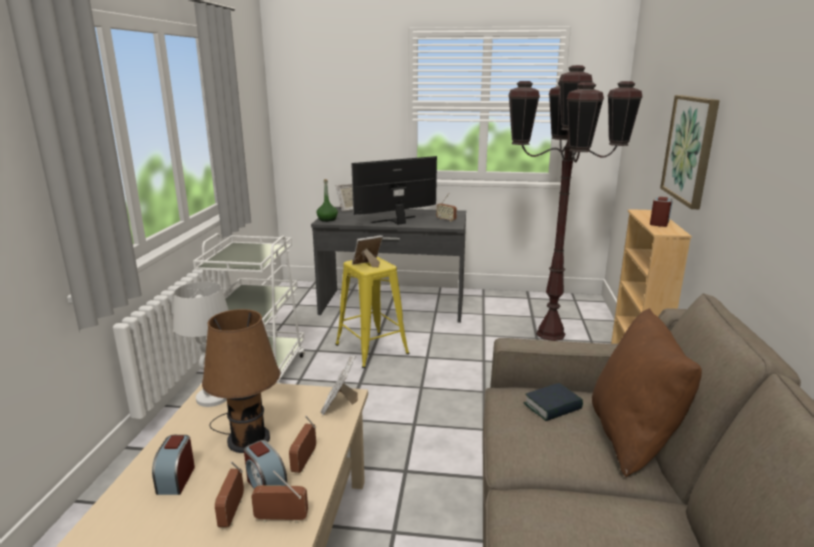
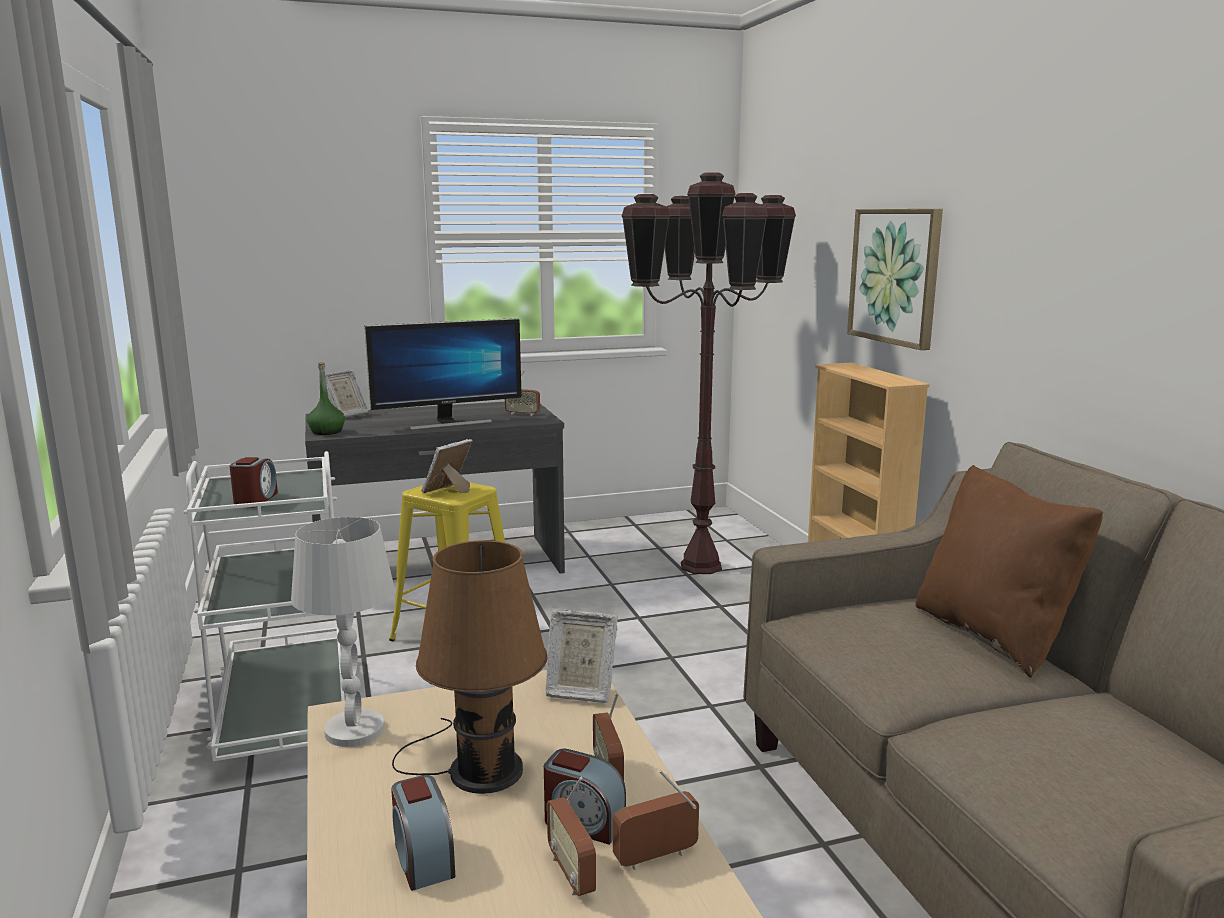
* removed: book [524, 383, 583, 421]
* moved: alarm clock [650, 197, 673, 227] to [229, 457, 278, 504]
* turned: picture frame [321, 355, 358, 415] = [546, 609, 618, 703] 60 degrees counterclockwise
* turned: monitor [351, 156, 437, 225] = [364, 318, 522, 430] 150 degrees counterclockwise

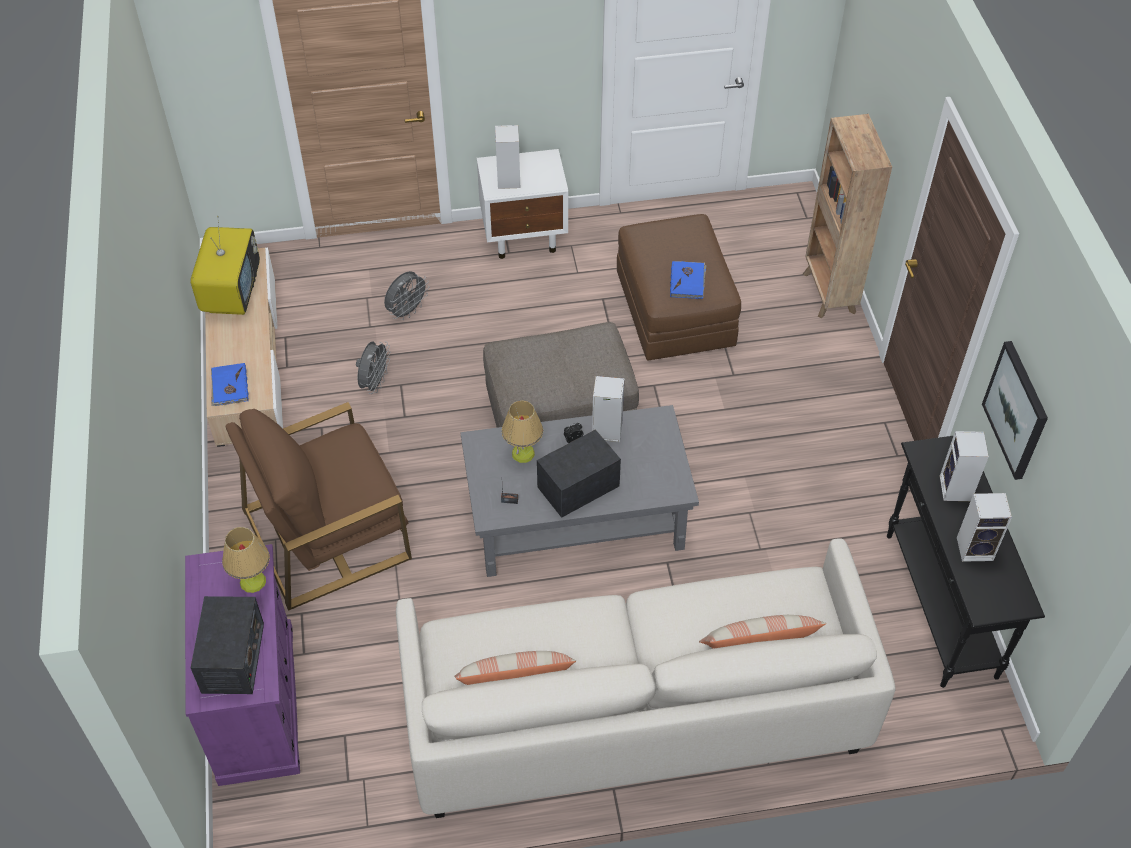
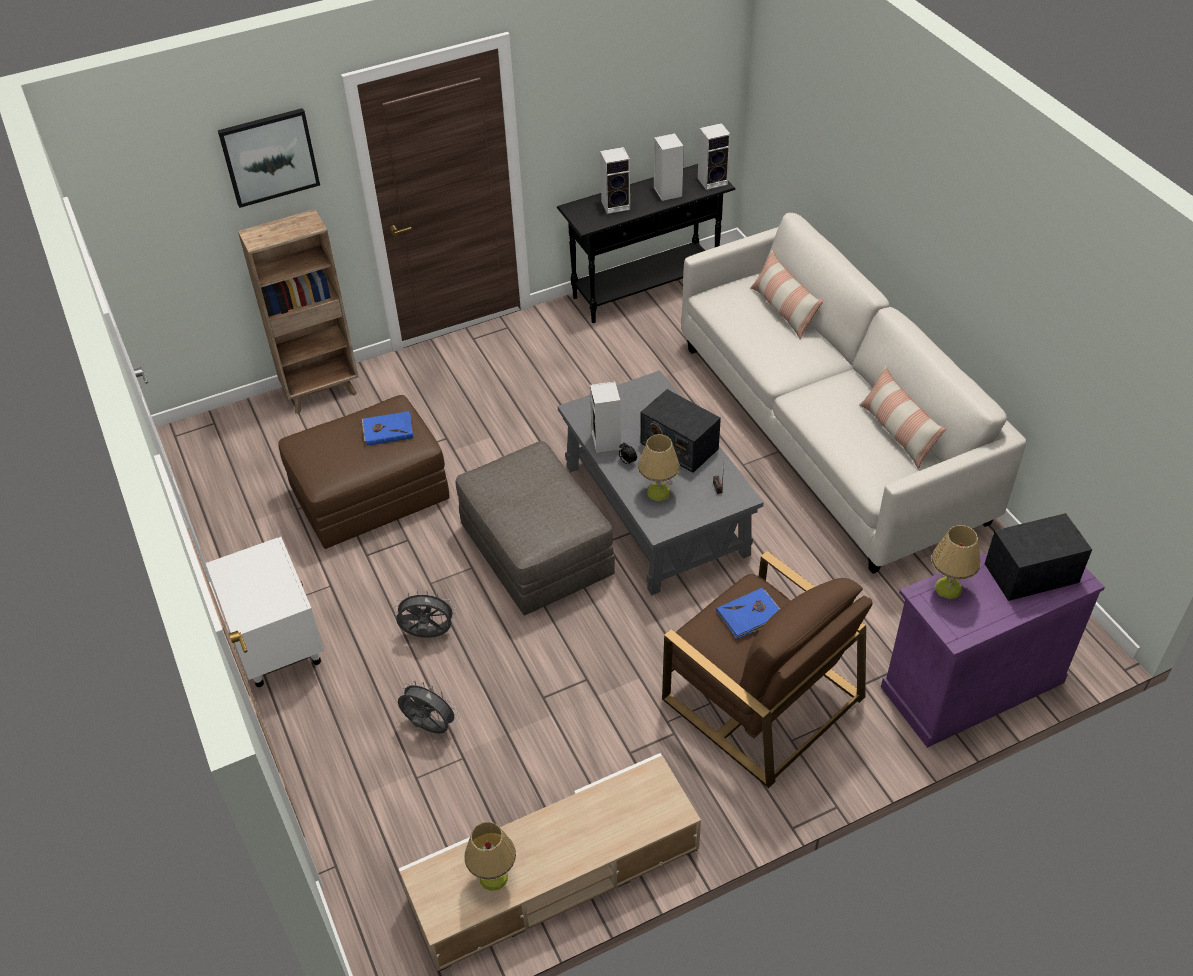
* moved: book (blue) [211, 363, 249, 406] to [716, 588, 780, 639]
* moved: fan (grey) [356, 341, 391, 394] to [394, 590, 457, 638]
* moved: speaker [495, 125, 520, 189] to [698, 123, 731, 190]
* moved: picture [982, 341, 1048, 480] to [218, 108, 320, 208]
* replaced: television [190, 216, 260, 315] to table lamp [464, 822, 516, 891]

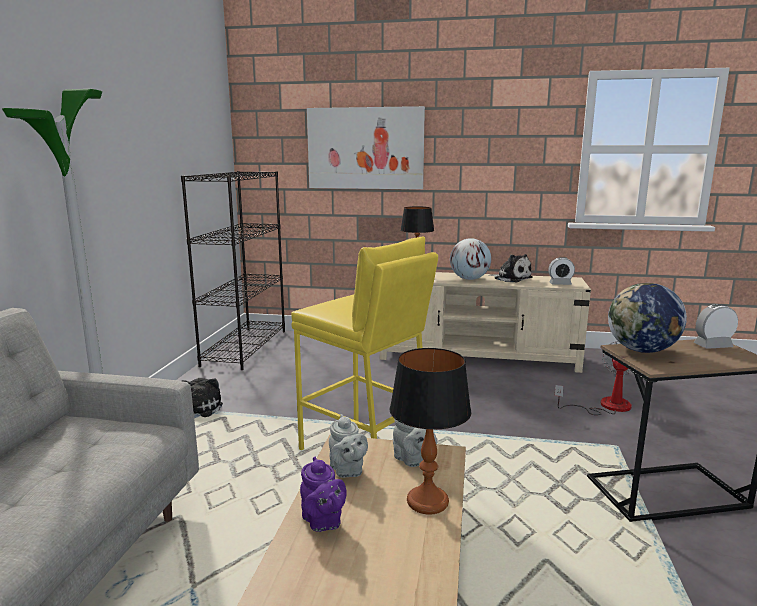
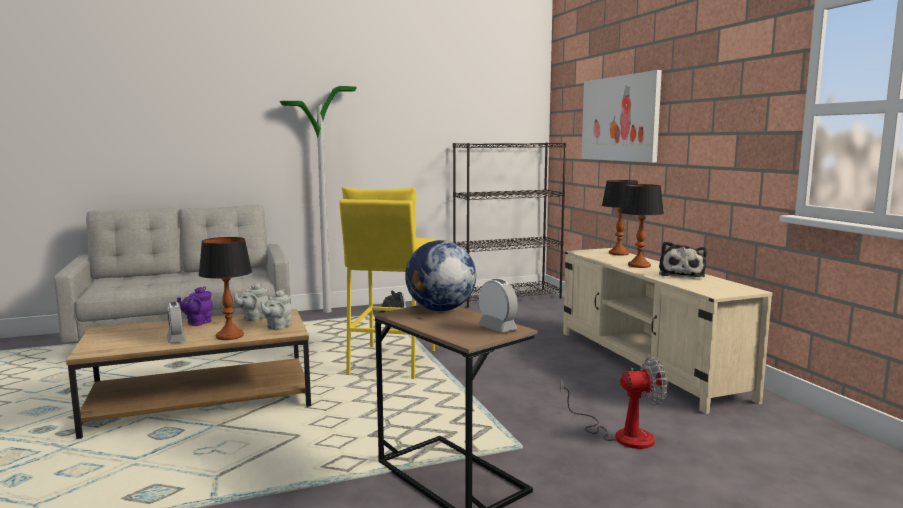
* moved: alarm clock [548, 257, 575, 285] to [167, 302, 187, 343]
* replaced: globe [450, 238, 491, 280] to table lamp [621, 184, 664, 268]

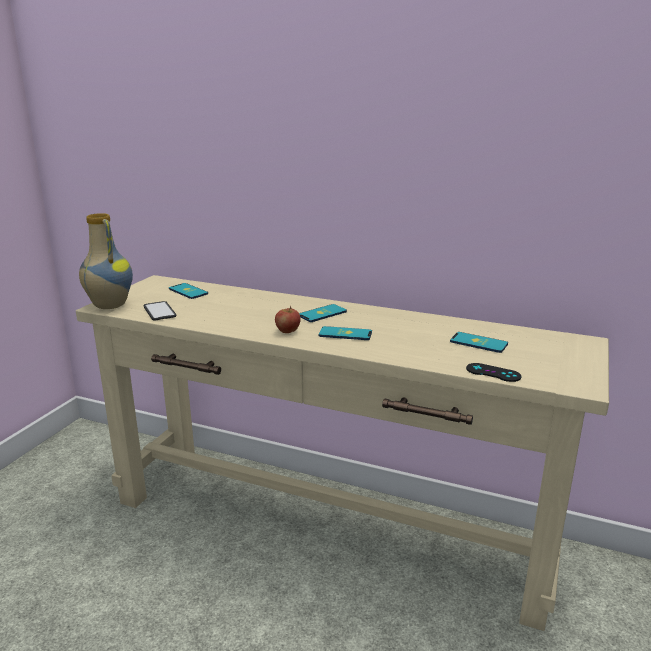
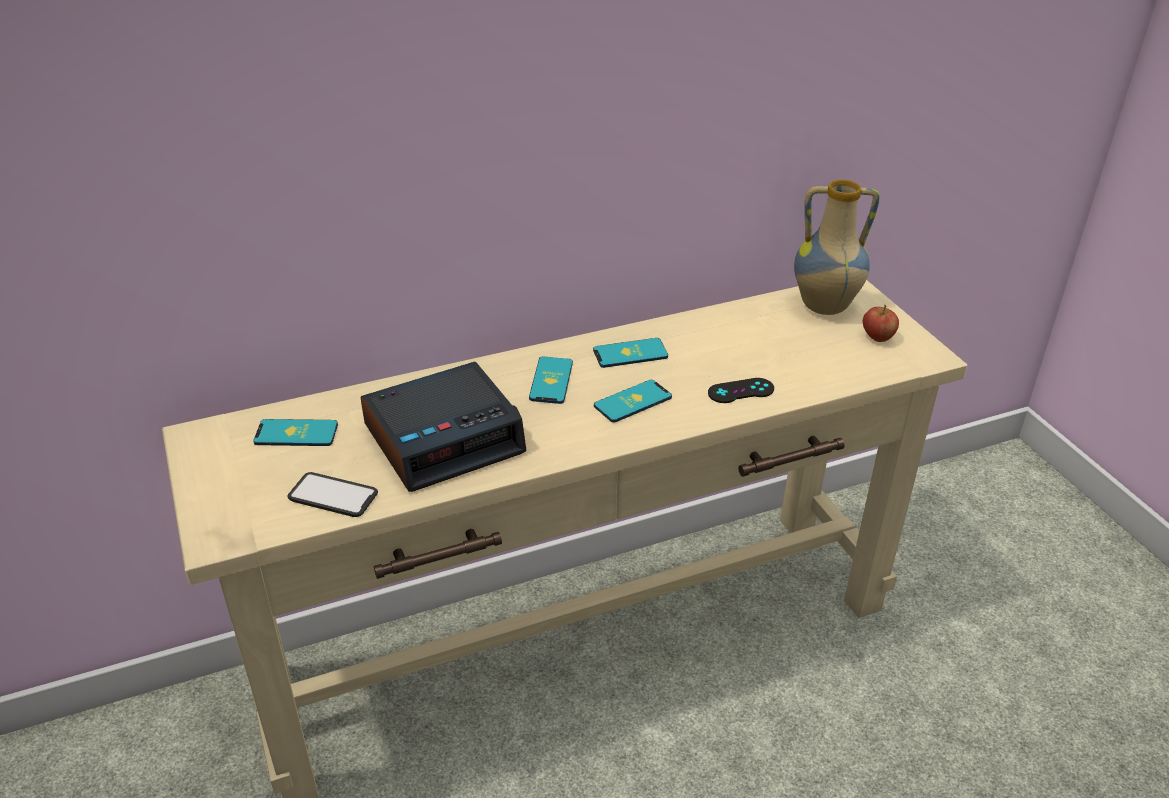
* added: alarm clock [361, 362, 527, 492]
* moved: vase [79, 213, 133, 309] to [794, 179, 880, 315]
* moved: apple [275, 306, 301, 333] to [863, 304, 899, 342]
* moved: phone [450, 332, 508, 353] to [593, 338, 668, 368]
* moved: game controller (black) [466, 363, 522, 382] to [708, 378, 774, 403]

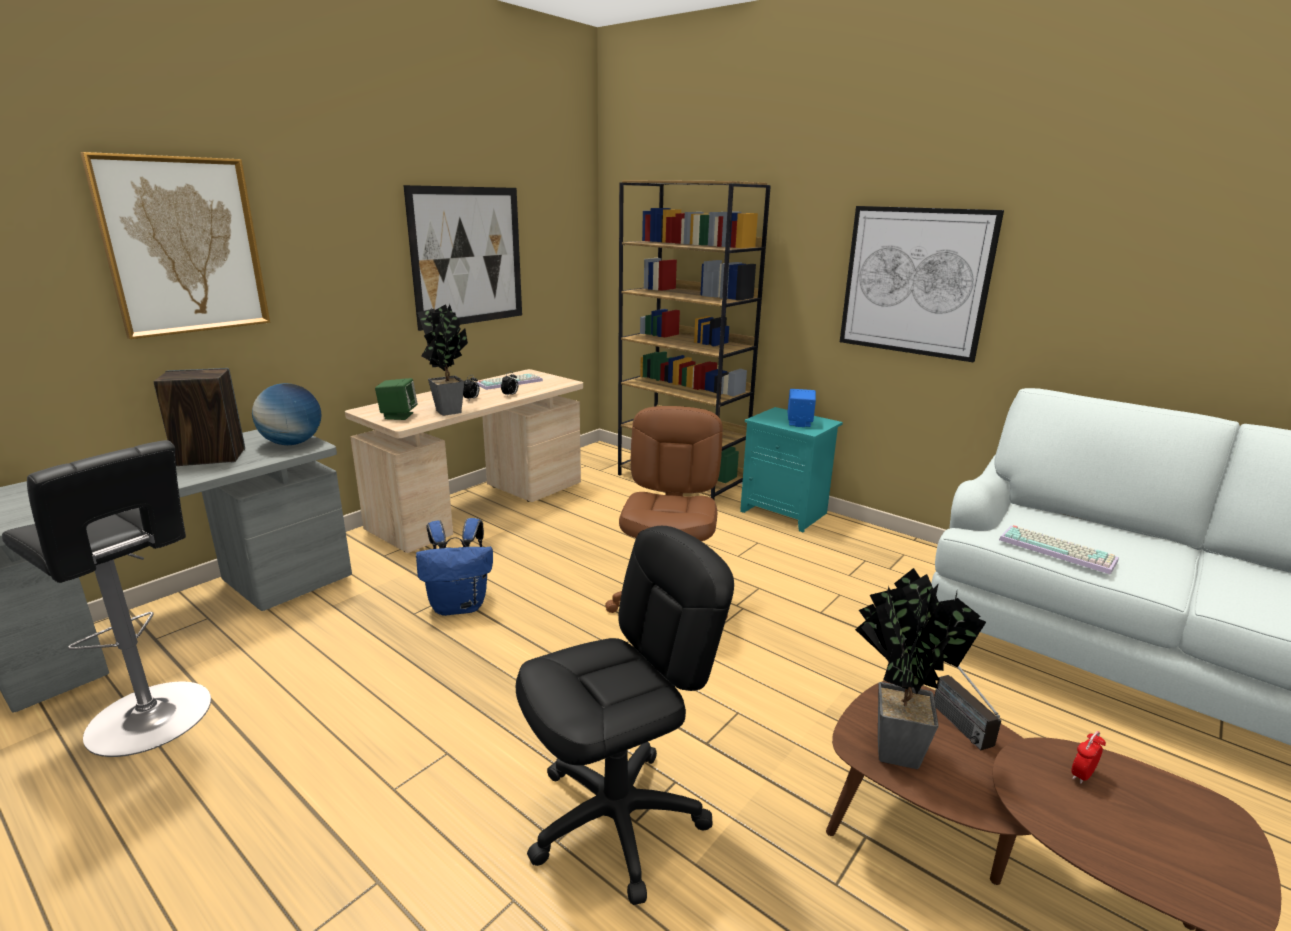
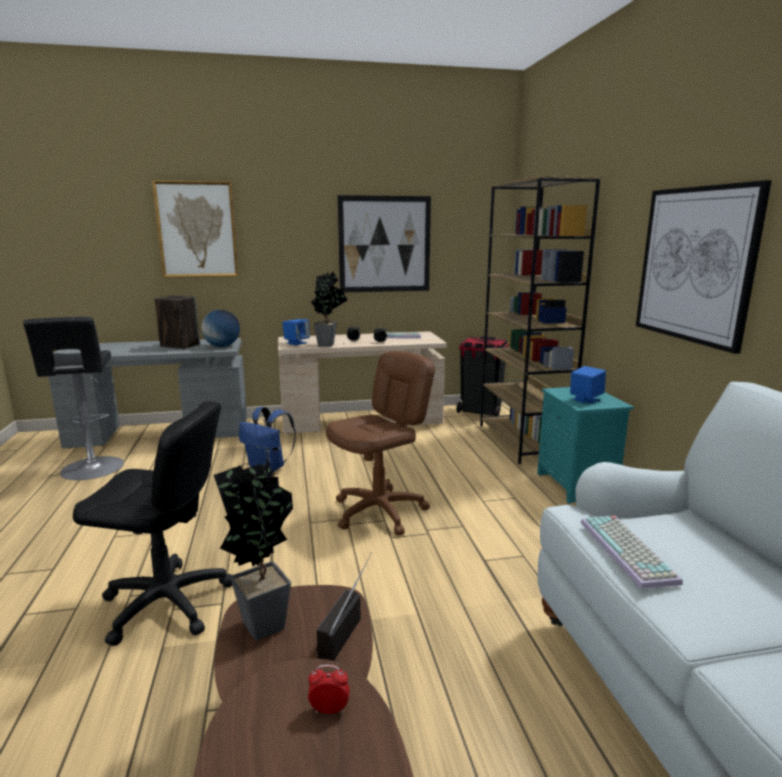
* added: trash can (black) [456, 336, 508, 416]
* recoloured: speaker (green) [375, 378, 418, 420] to speaker (blue) [282, 319, 310, 345]

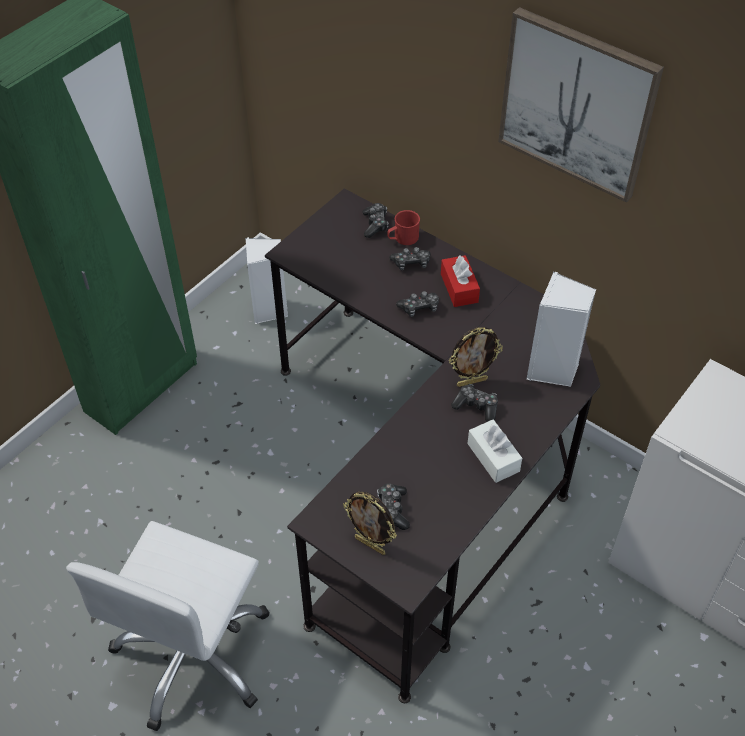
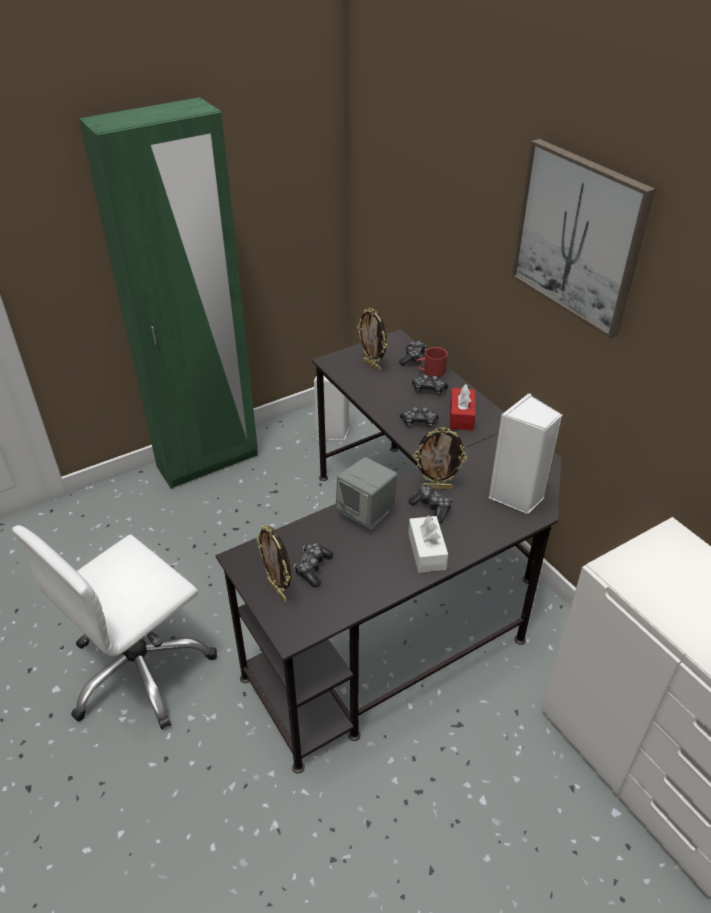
* added: speaker (grey) [336, 457, 397, 531]
* added: picture frame [357, 308, 387, 371]

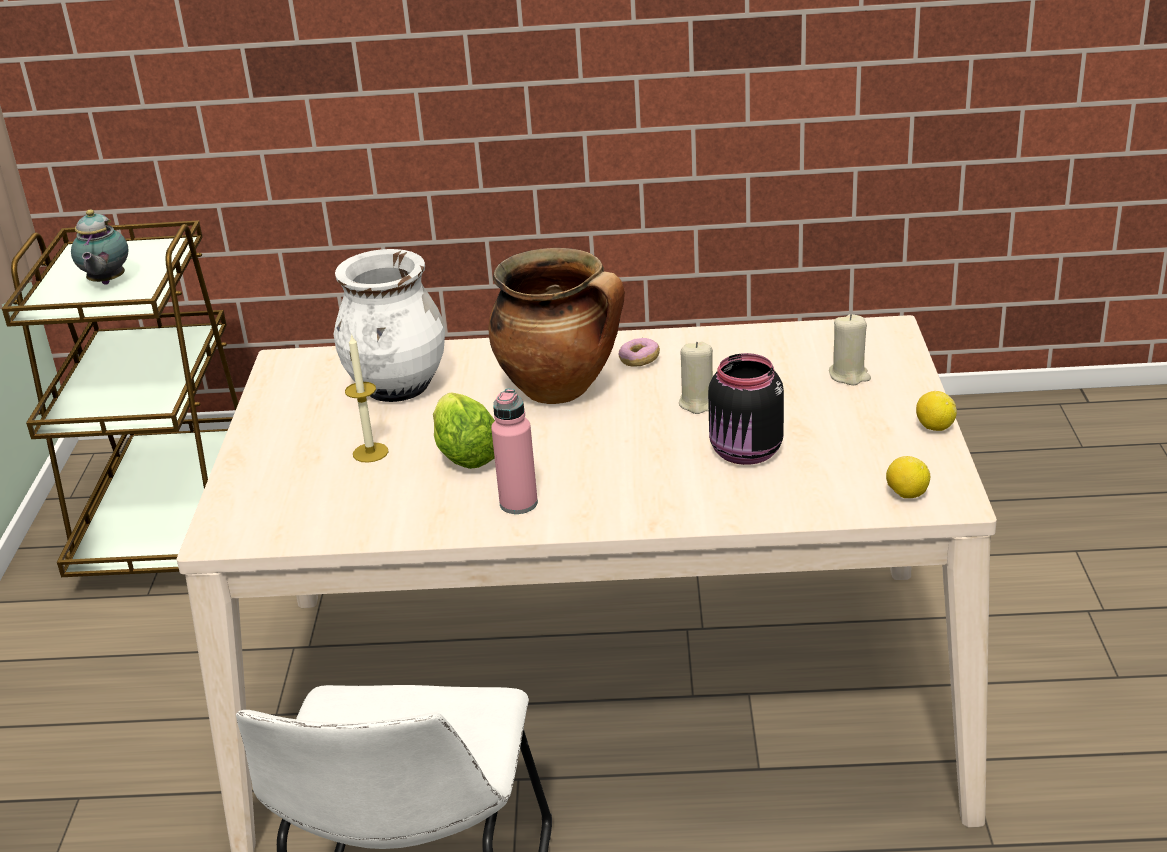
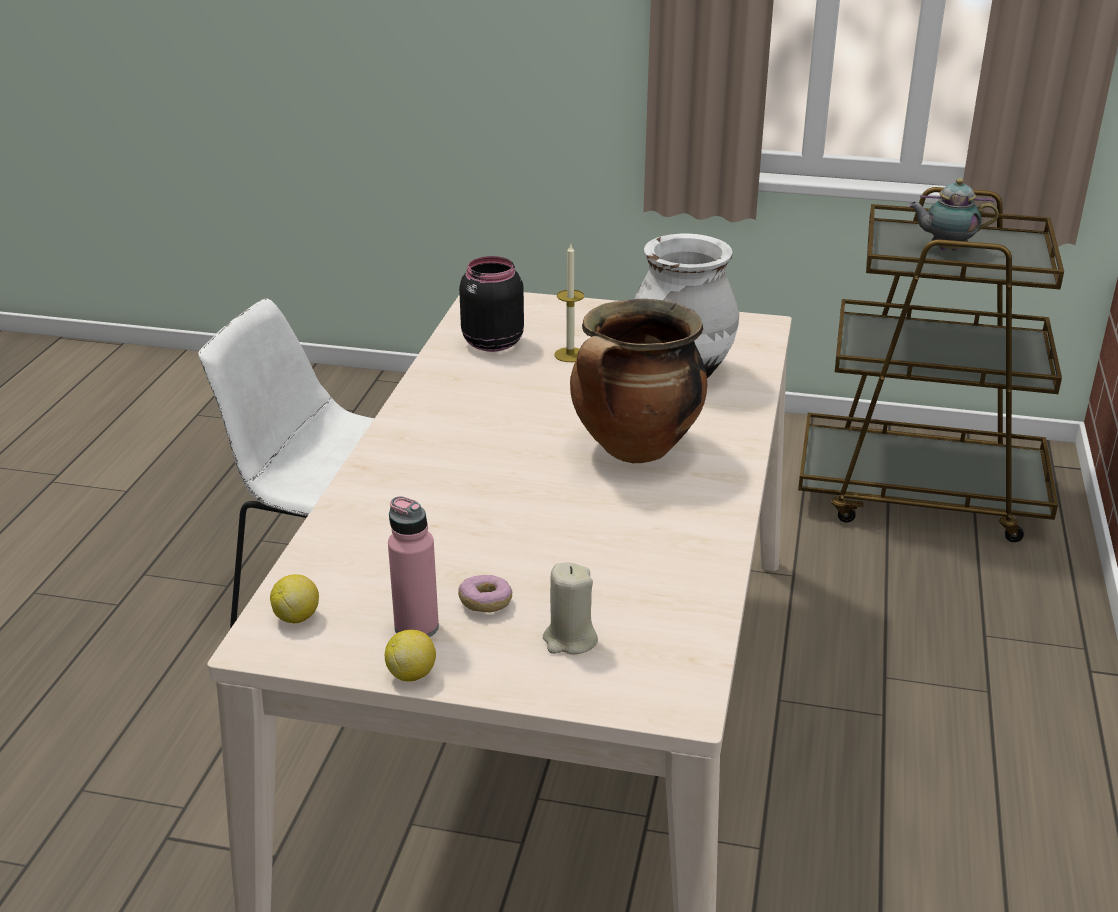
* removed: lettuce [433, 393, 495, 469]
* removed: candle (beige) [679, 342, 713, 414]
* moved: bottle (pink) [491, 389, 538, 514] to [388, 496, 439, 637]
* moved: donut [619, 338, 660, 366] to [458, 575, 512, 613]
* moved: jar (black) [708, 353, 784, 465] to [459, 256, 524, 352]

